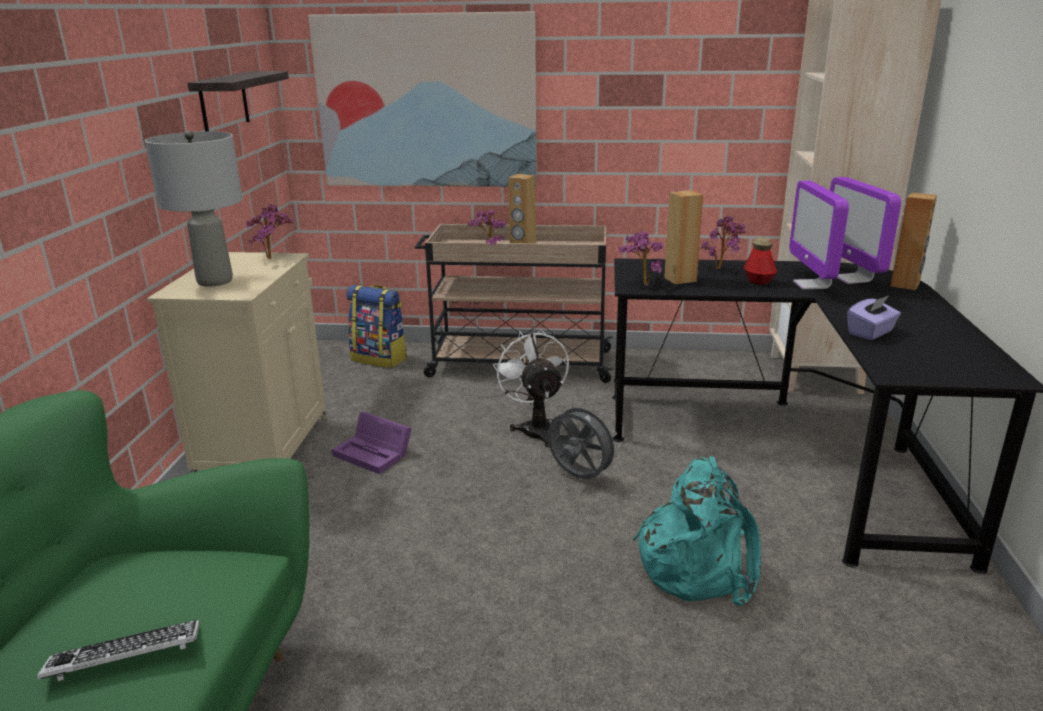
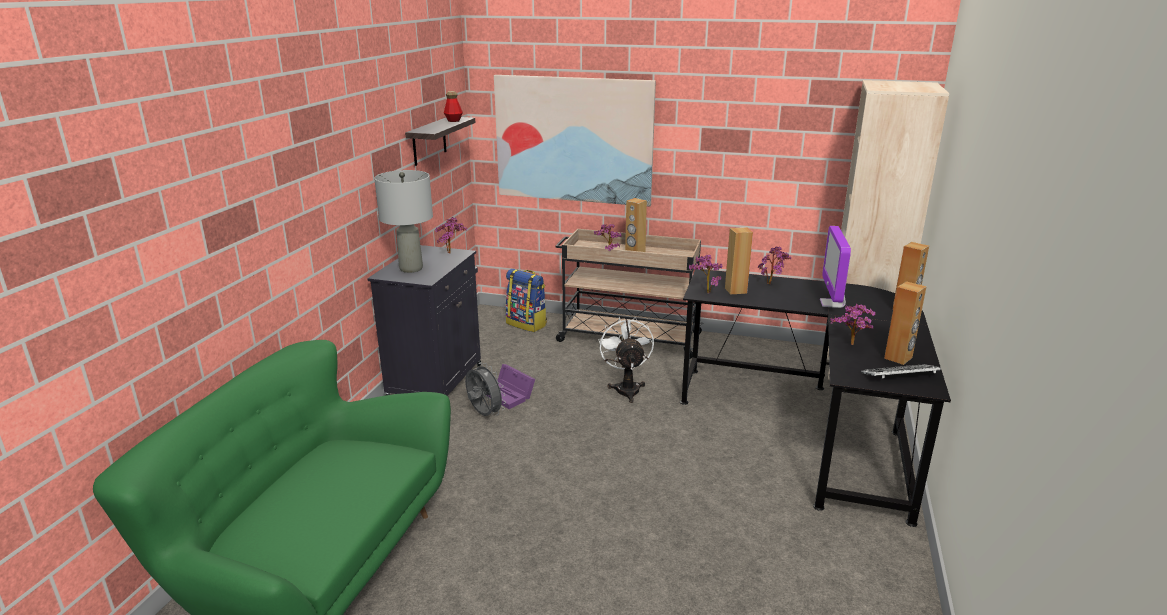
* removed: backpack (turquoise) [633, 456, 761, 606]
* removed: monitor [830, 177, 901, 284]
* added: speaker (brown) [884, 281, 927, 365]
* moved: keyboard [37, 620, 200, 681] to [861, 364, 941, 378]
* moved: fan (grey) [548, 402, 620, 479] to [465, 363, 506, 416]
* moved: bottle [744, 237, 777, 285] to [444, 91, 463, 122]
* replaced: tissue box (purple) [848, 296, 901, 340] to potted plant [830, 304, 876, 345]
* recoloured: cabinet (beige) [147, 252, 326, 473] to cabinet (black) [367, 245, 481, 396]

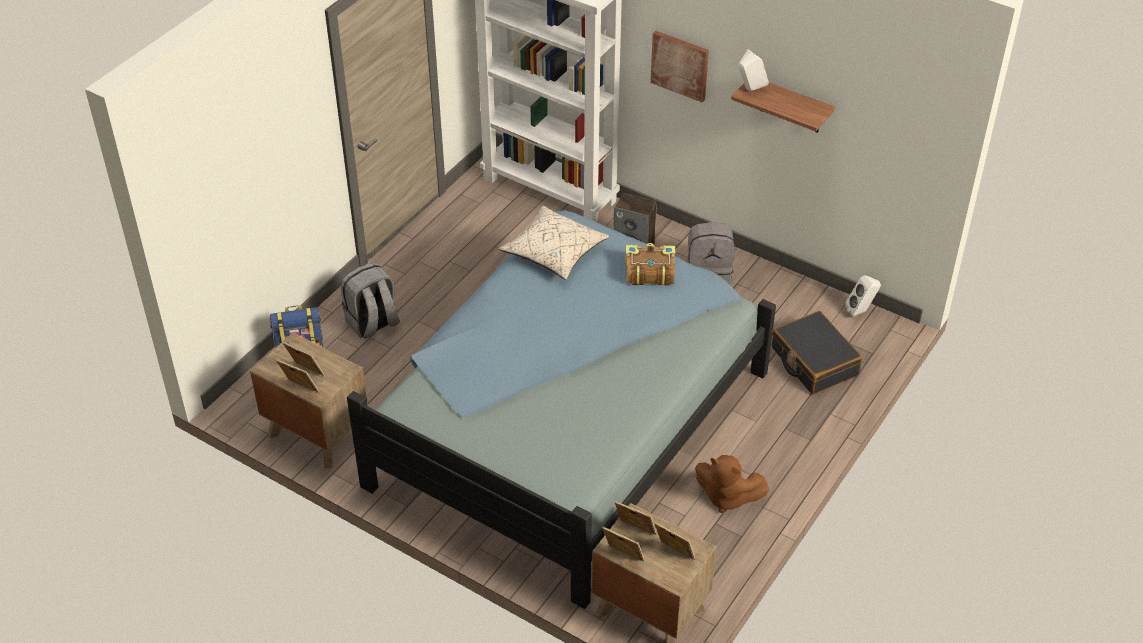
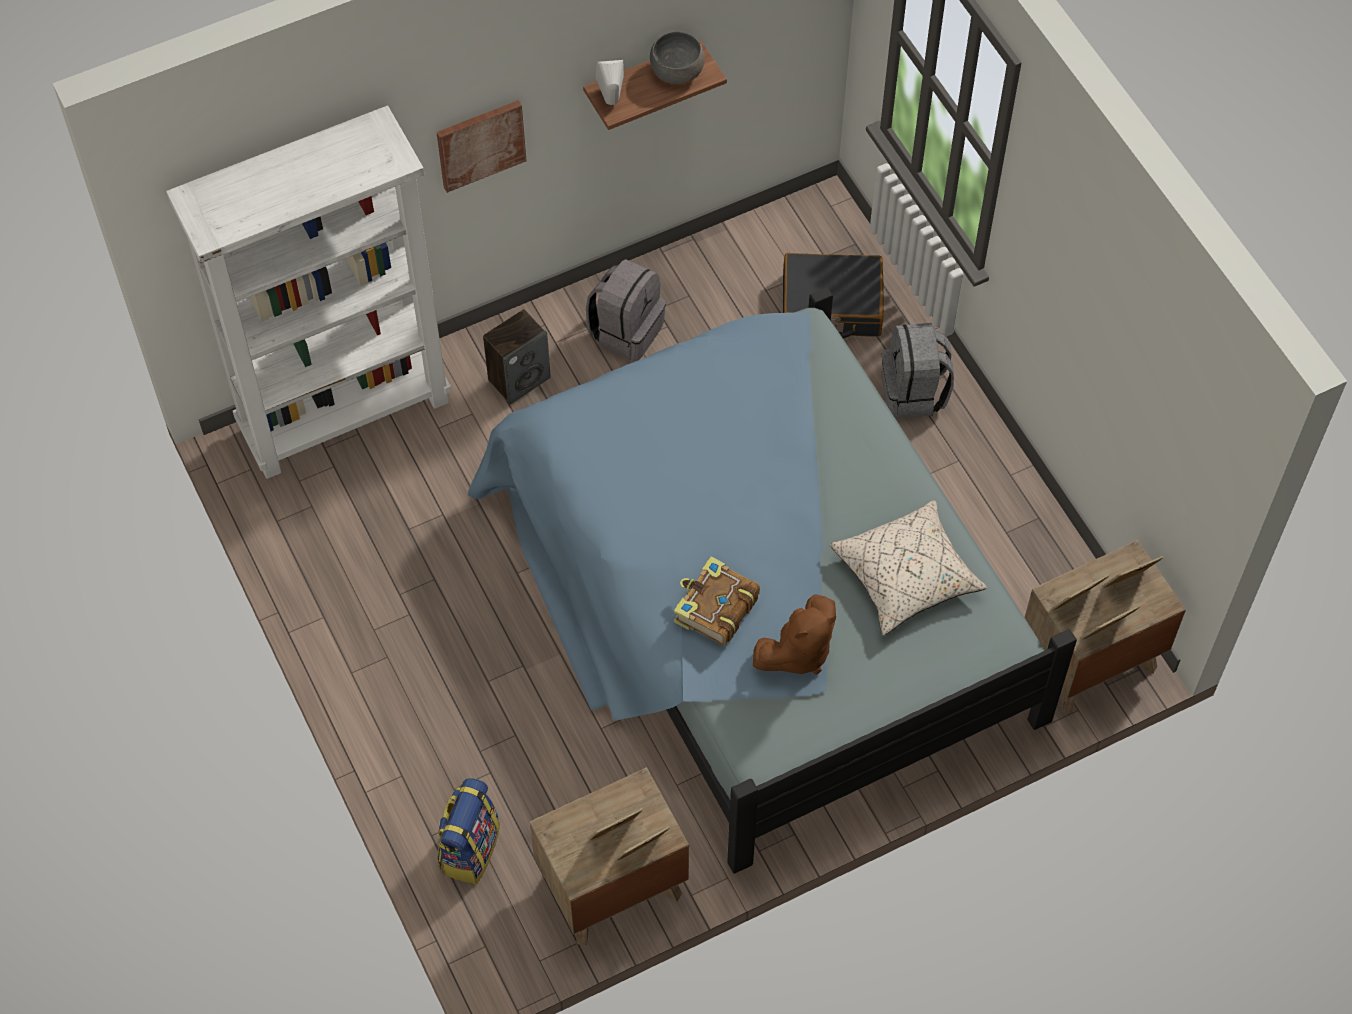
* removed: speaker (white) [845, 275, 881, 317]
* added: bowl (grey) [650, 31, 705, 84]
* moved: backpack (grey) [341, 263, 400, 339] to [882, 323, 954, 419]
* moved: pillow (beige) [499, 206, 609, 280] to [829, 500, 987, 635]
* moved: book [626, 243, 675, 285] to [674, 556, 760, 646]
* moved: plush toy (brown) [695, 455, 769, 513] to [753, 594, 836, 675]

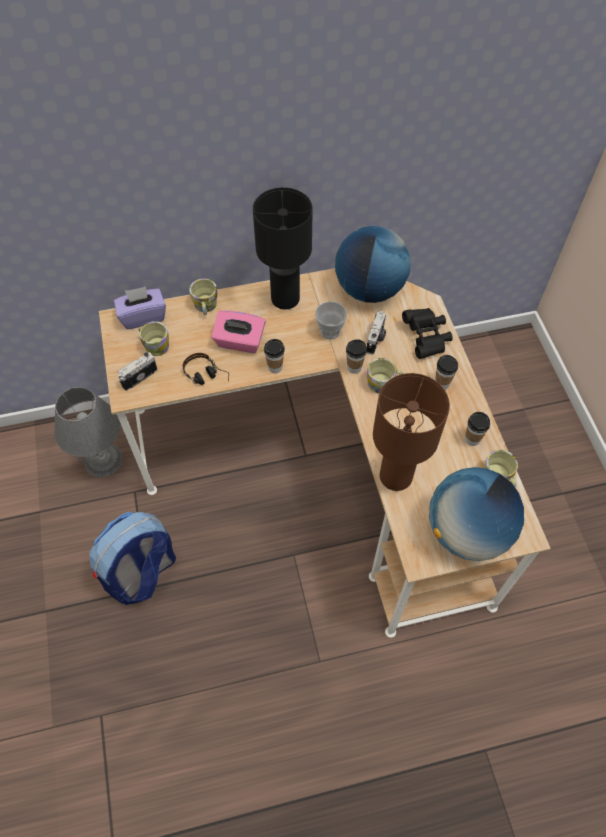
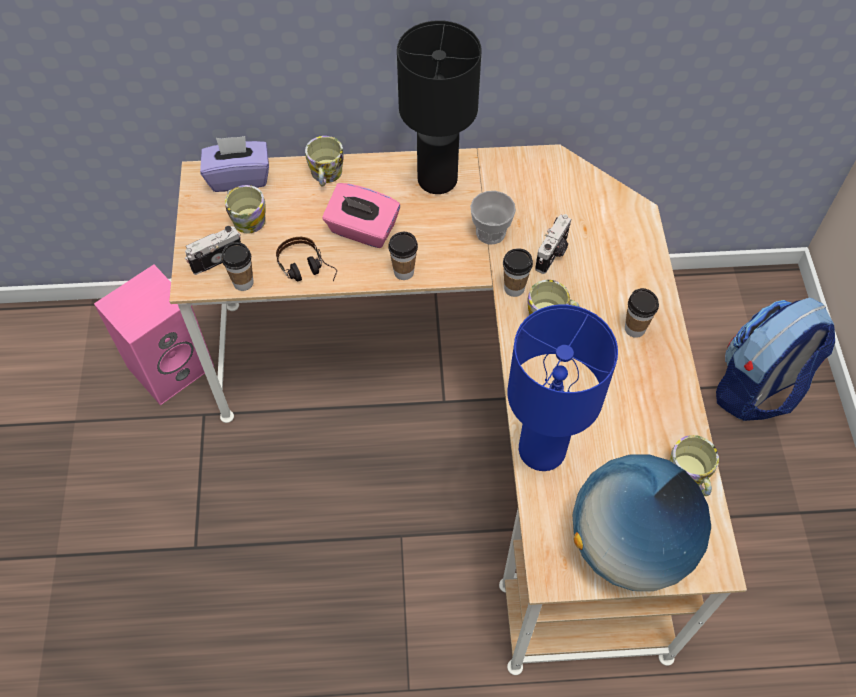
* removed: globe [335, 226, 410, 303]
* removed: binoculars (black) [402, 308, 453, 359]
* moved: backpack [90, 512, 176, 605] to [716, 298, 835, 421]
* moved: cup [465, 412, 490, 446] to [221, 242, 254, 291]
* replaced: table lamp (grey) [54, 387, 123, 477] to speaker (pink) [94, 264, 214, 405]
* recoloured: table lamp (brown) [373, 373, 450, 491] to table lamp (blue) [507, 305, 618, 471]

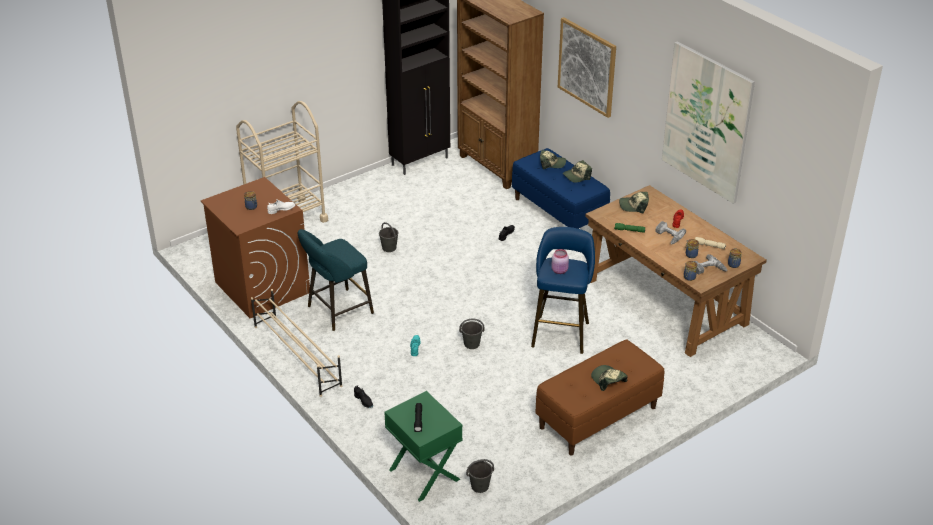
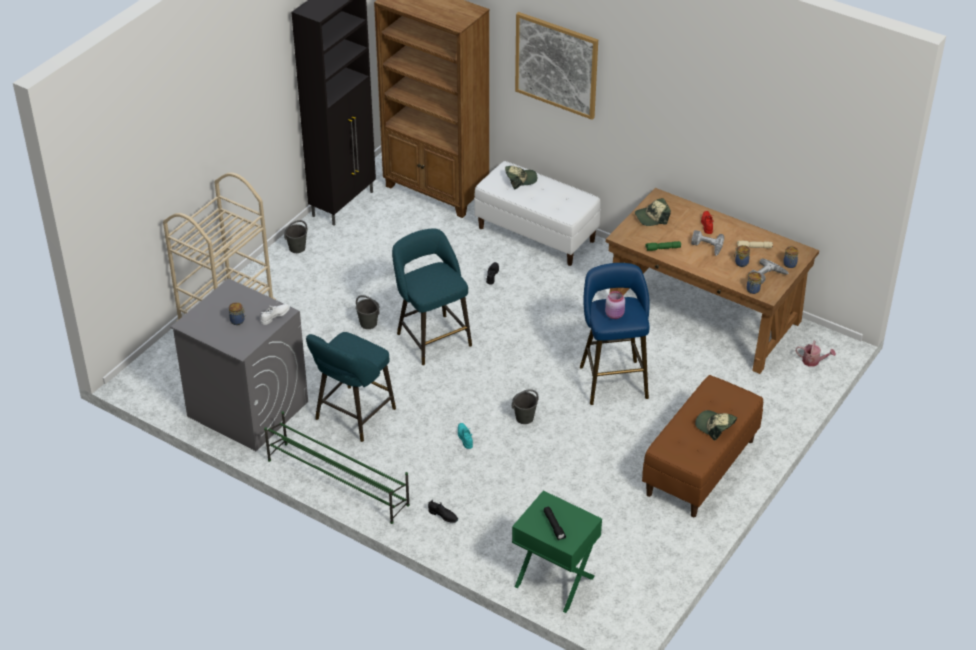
* removed: cap [563, 160, 592, 183]
* removed: picture [662, 41, 755, 204]
* added: stool (turquoise) [392, 229, 472, 365]
* added: watering can [796, 341, 836, 367]
* moved: bucket (grey) [466, 459, 494, 493] to [284, 220, 307, 253]
* recoloured: washing machine (brown) [201, 177, 310, 318] to washing machine (grey) [171, 278, 308, 451]
* recoloured: shoe rack (beige) [251, 289, 342, 397] to shoe rack (green) [264, 411, 410, 524]
* recoloured: bench (blue) [512, 148, 610, 229] to bench (white) [474, 161, 601, 266]

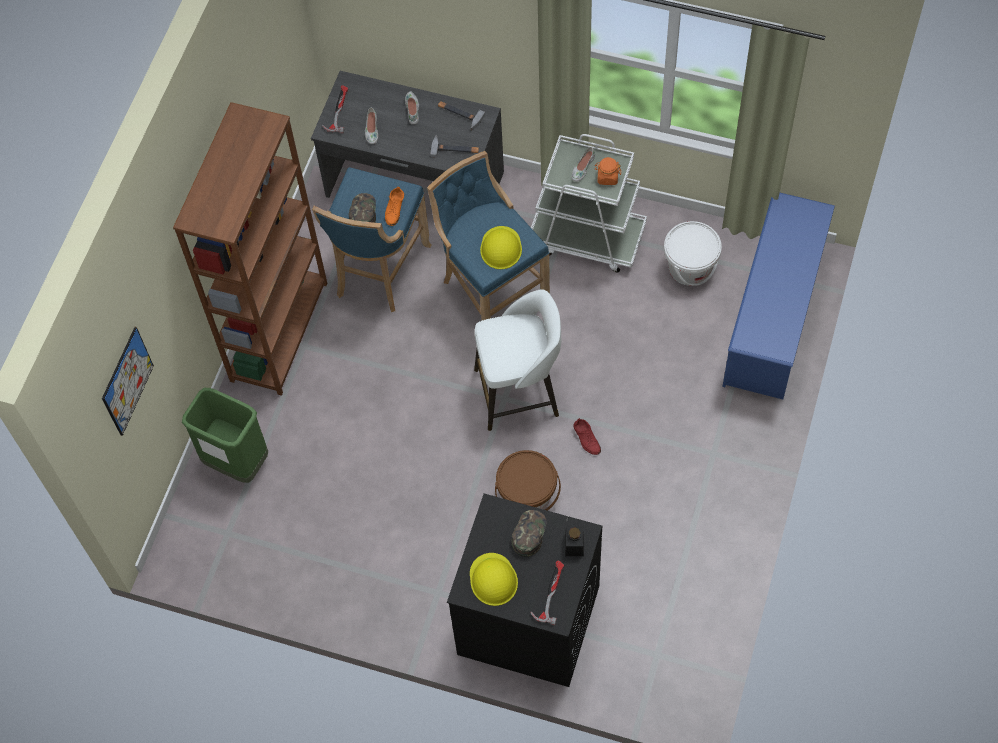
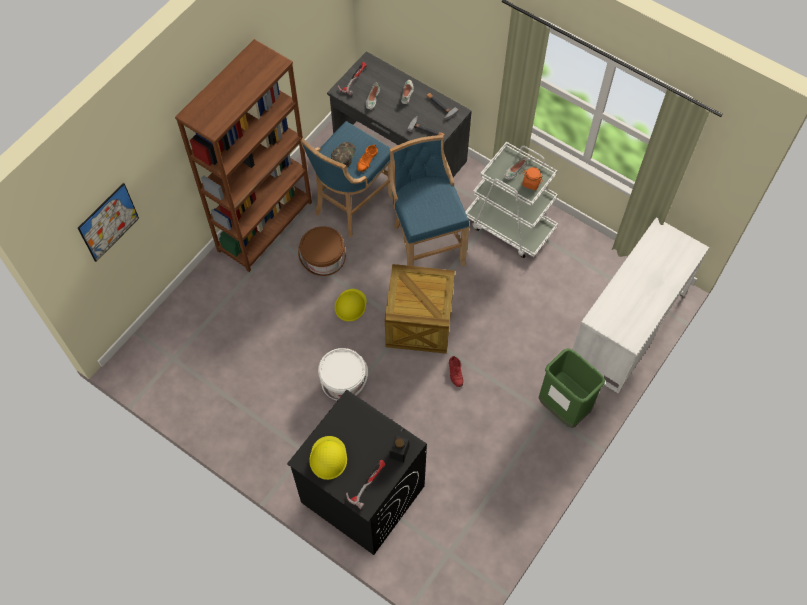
* removed: cap (green) [512, 510, 547, 557]
* moved: trash can (green) [182, 388, 268, 483] to [538, 348, 605, 428]
* moved: hard hat (yellow) [480, 226, 522, 269] to [335, 289, 367, 322]
* moved: bucket (brown) [495, 450, 561, 511] to [298, 226, 346, 276]
* moved: bucket (white) [664, 221, 722, 286] to [318, 348, 368, 401]
* replaced: stool (white) [474, 289, 561, 431] to crate [385, 264, 455, 354]
* replaced: shoe rack (blue) [722, 193, 835, 399] to desk (white) [572, 217, 709, 394]

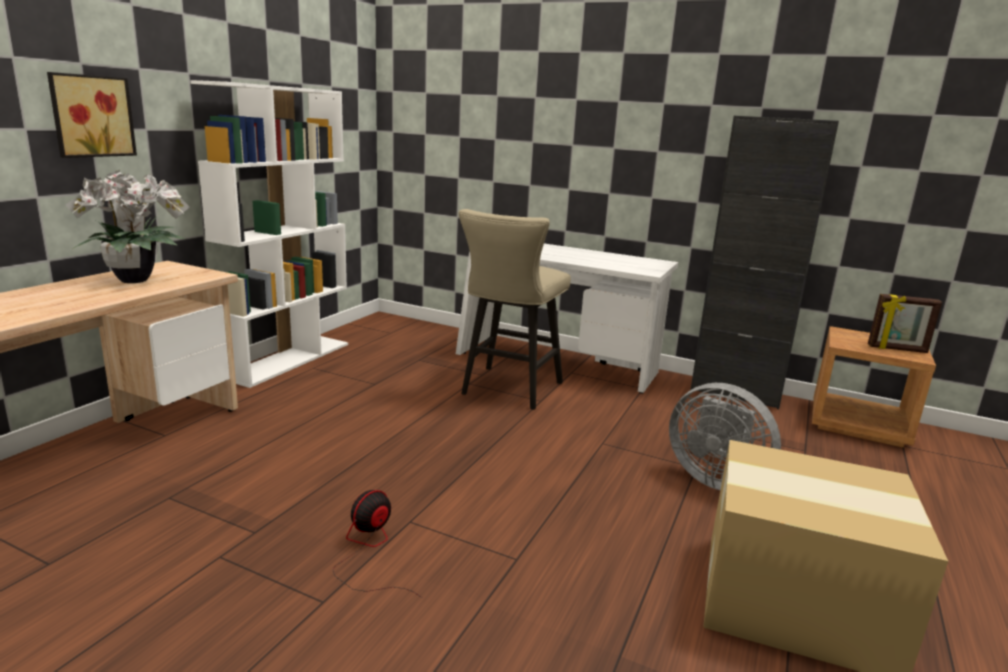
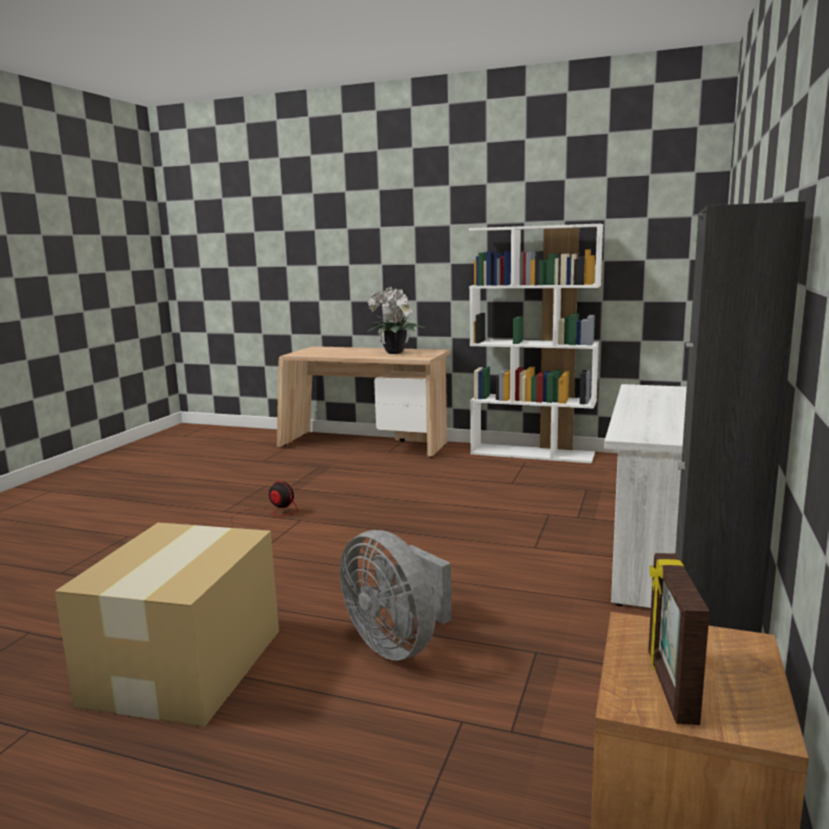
* removed: picture [47, 72, 137, 158]
* removed: stool (beige) [459, 209, 571, 410]
* turned: fan (grey) [669, 383, 781, 490] = [340, 530, 452, 660] 75 degrees counterclockwise

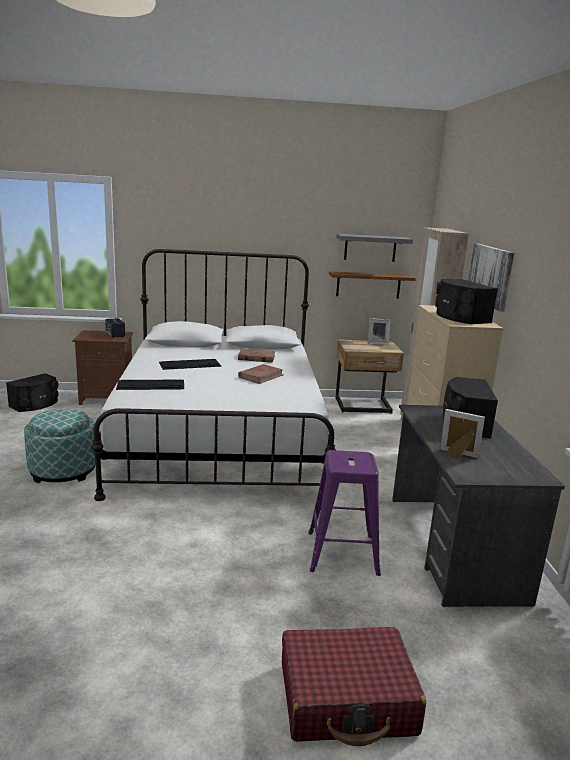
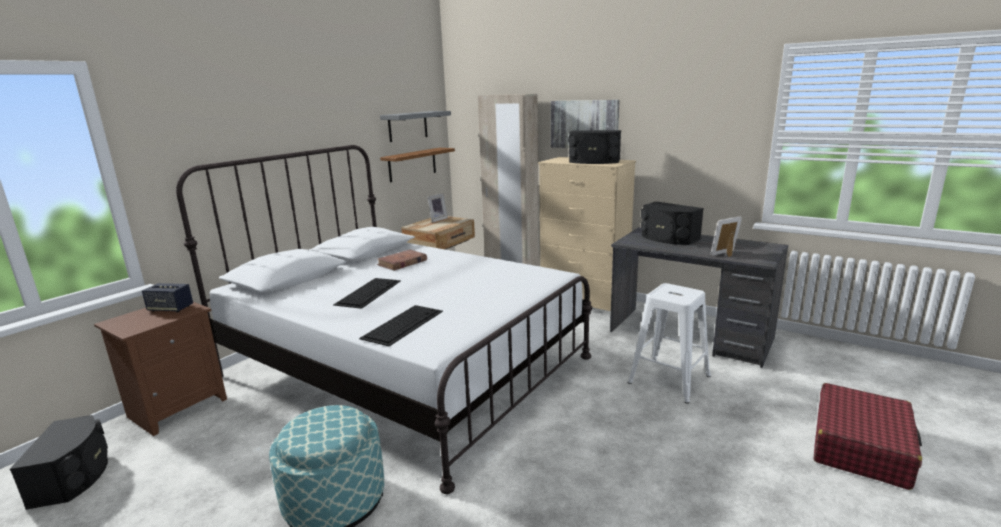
* removed: book (brown) [238, 364, 284, 384]
* recoloured: stool (purple) [308, 450, 381, 576] to stool (white) [628, 283, 711, 404]

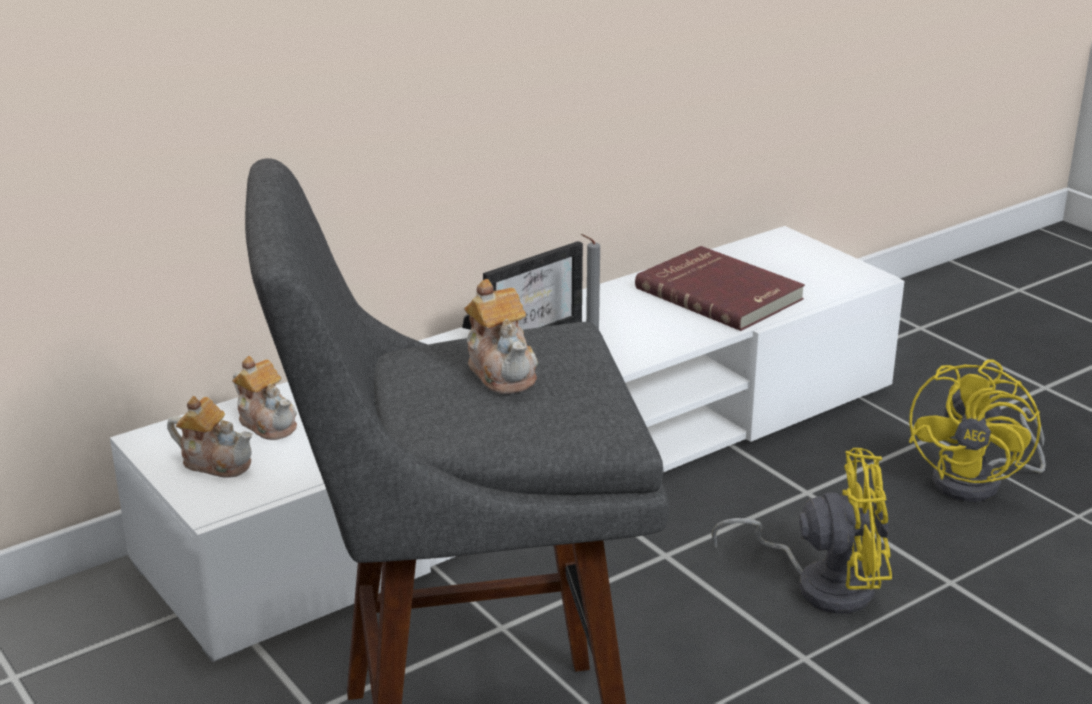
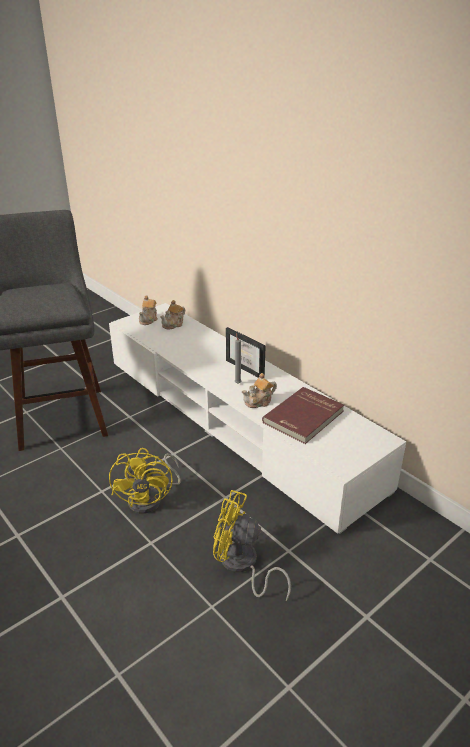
* moved: teapot [464, 279, 538, 394] to [242, 373, 277, 408]

